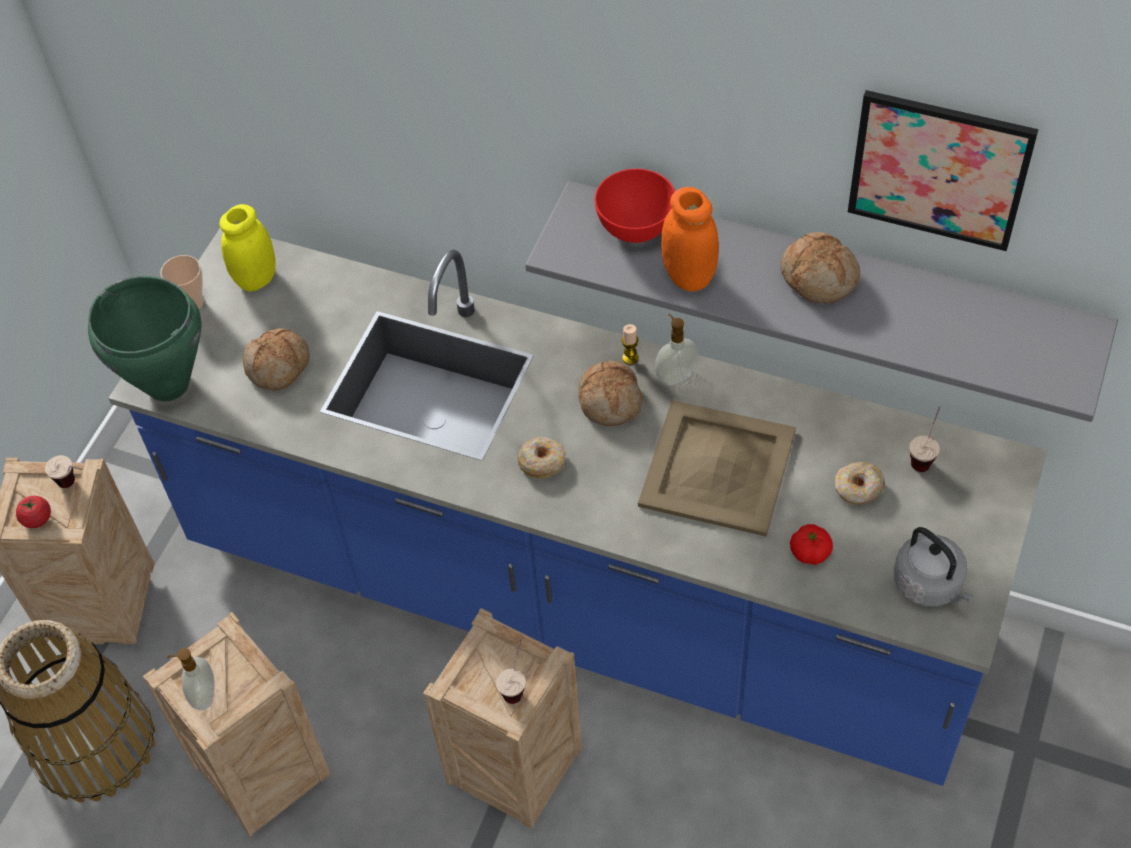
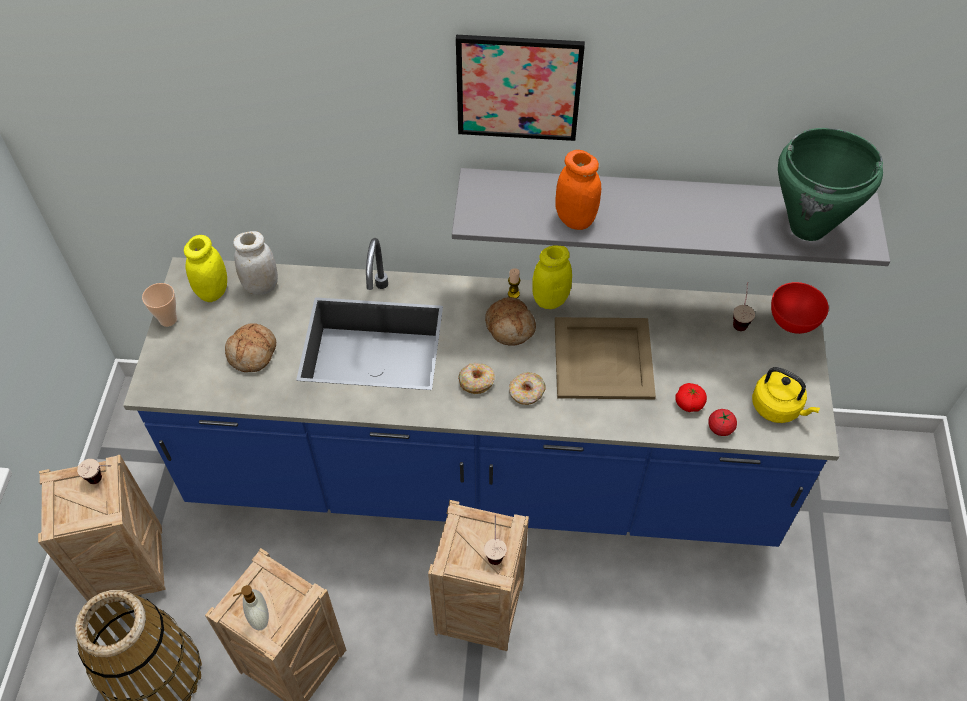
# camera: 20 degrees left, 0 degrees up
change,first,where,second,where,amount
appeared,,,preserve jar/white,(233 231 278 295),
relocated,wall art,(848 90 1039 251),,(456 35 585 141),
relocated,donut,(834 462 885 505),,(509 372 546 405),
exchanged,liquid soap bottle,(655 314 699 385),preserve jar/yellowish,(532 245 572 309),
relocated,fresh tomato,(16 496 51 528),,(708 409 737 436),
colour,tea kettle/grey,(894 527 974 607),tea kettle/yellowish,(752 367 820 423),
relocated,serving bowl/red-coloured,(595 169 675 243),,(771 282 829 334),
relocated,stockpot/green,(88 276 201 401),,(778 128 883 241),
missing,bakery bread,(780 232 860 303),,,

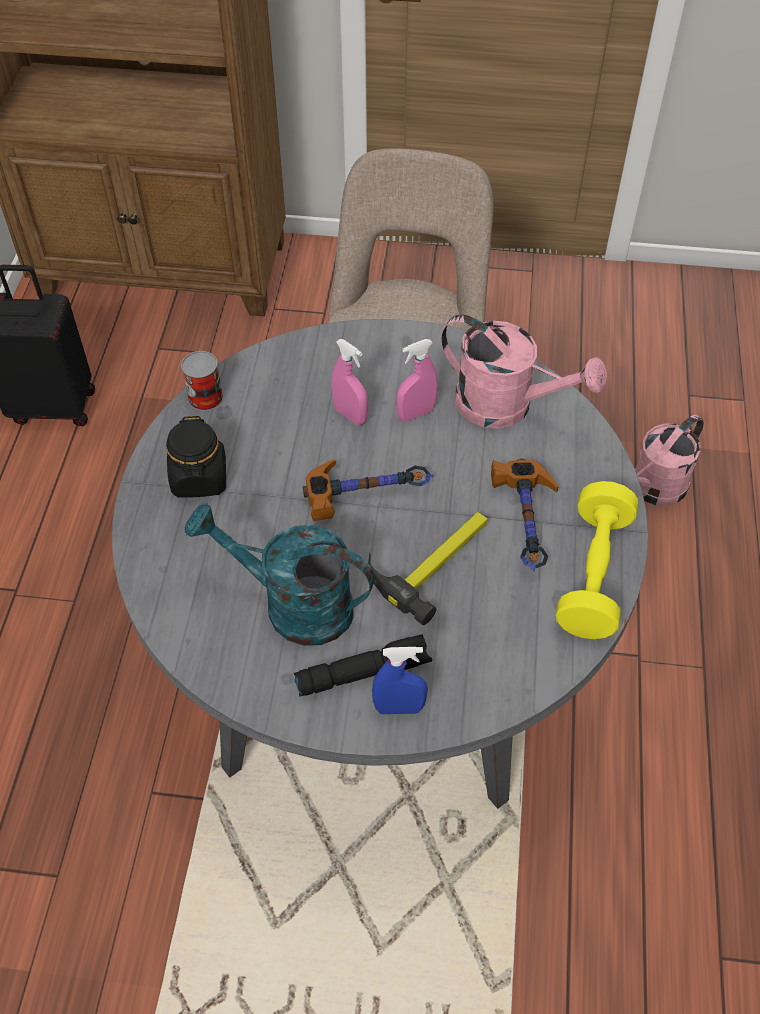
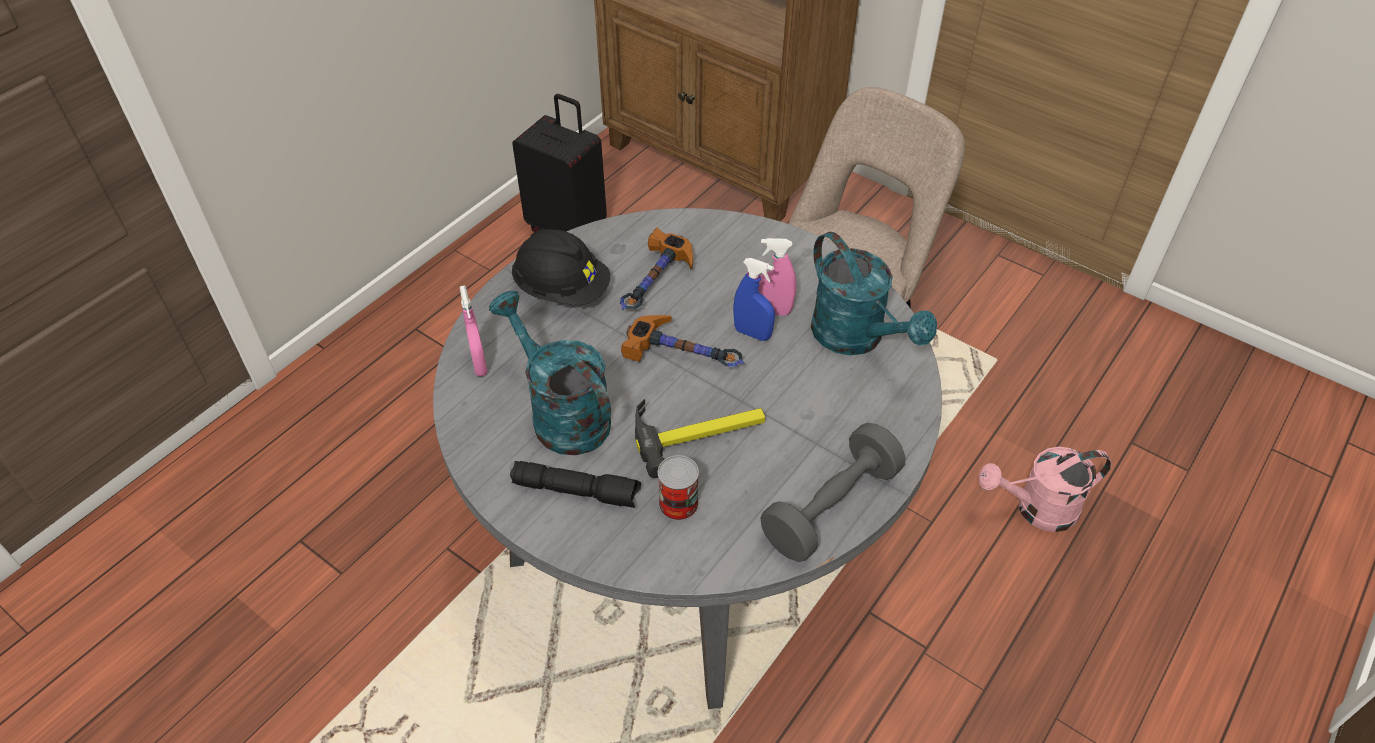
# camera: 30 degrees right, 5 degrees down
change,first,where,second,where,amount
relocated,spray bottle/pinkish,(332 339 368 425),,(460 285 488 376),
exchanged,preserve jar/black,(166 416 226 498),hard hat/black,(512 229 610 305),
relocated,hand hammer,(491 459 558 571),,(620 228 693 310),
relocated,can,(181 351 223 411),,(658 455 699 521),
relocated,spray bottle/blue,(372 647 428 714),,(733 258 775 341),
colour,hand weight/yellowish,(556 481 638 639),hand weight/grey,(760 423 905 562),
colour,watering can/pinkish,(441 315 607 429),watering can/turquoise-coloured,(811 232 937 355),

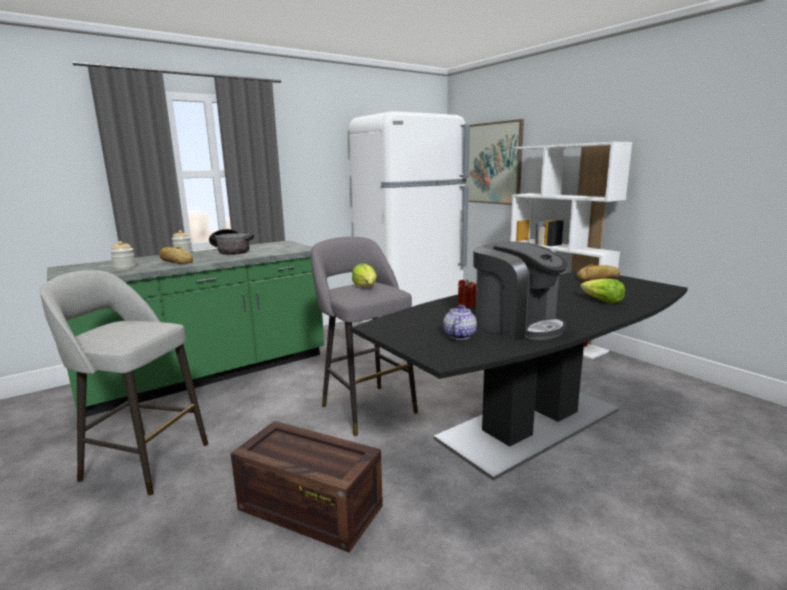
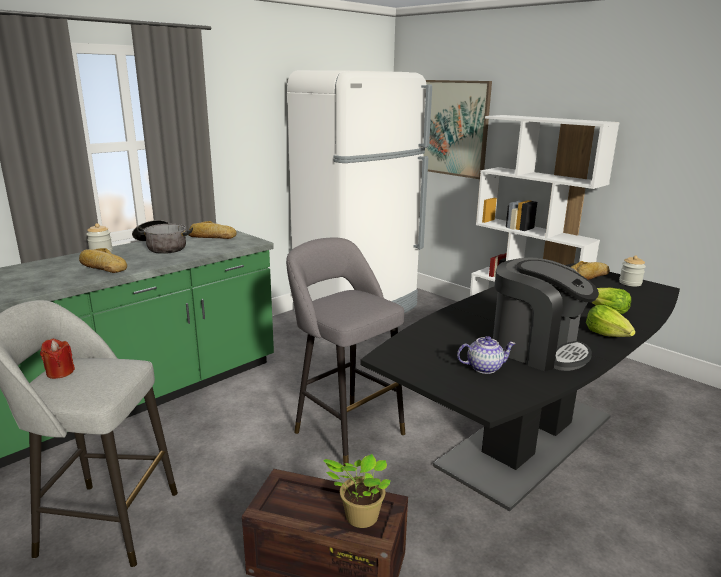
# camera: 10 degrees left, 5 degrees up
change,first,where,second,where,amount
relocated,candle/red-coloured,(458 279 476 307),,(40 339 75 379),
appeared,,,bakery bread,(189 221 237 239),
appeared,,,plant in a pot,(323 454 391 528),
spun,teapot,(443 305 477 340),,(457 336 516 374),75 degrees clockwise
relocated,lettuce,(352 263 377 287),,(586 305 636 337),
relocated,preserve jar,(110 241 136 270),,(619 256 646 287),

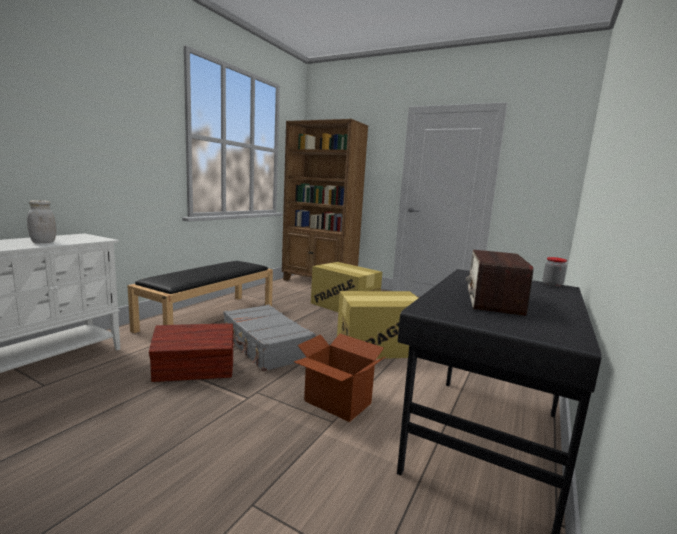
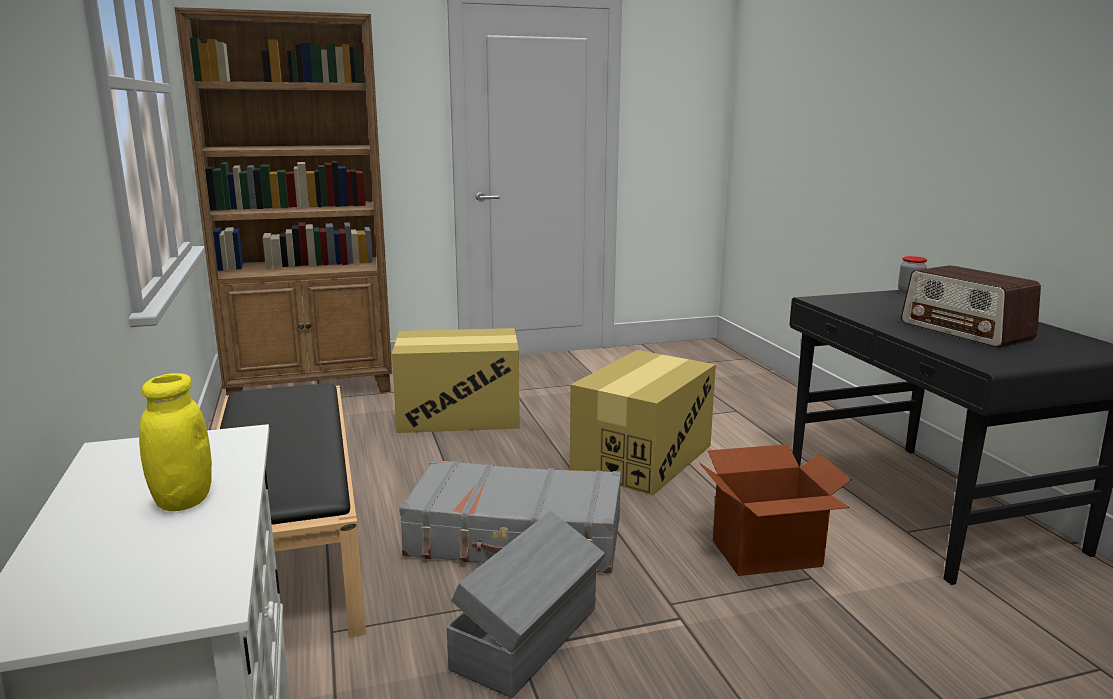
# camera: 45 degrees left, 5 degrees up
change,first,where,second,where,amount
colour,preserve jar/white,(27 200 57 243),preserve jar/yellowish,(139 373 212 511),
colour,storage container/brown-coloured,(149 323 233 382),storage container/grey,(447 511 605 698),

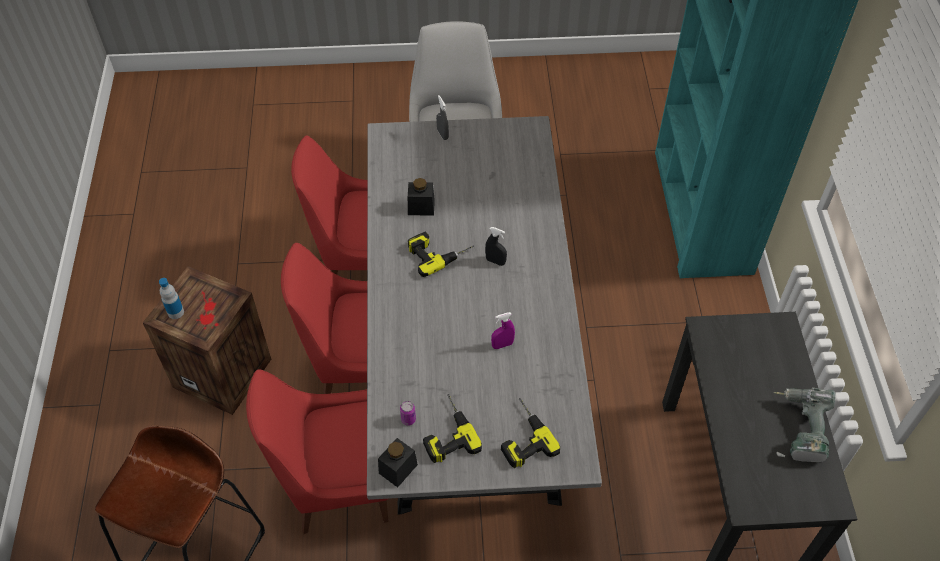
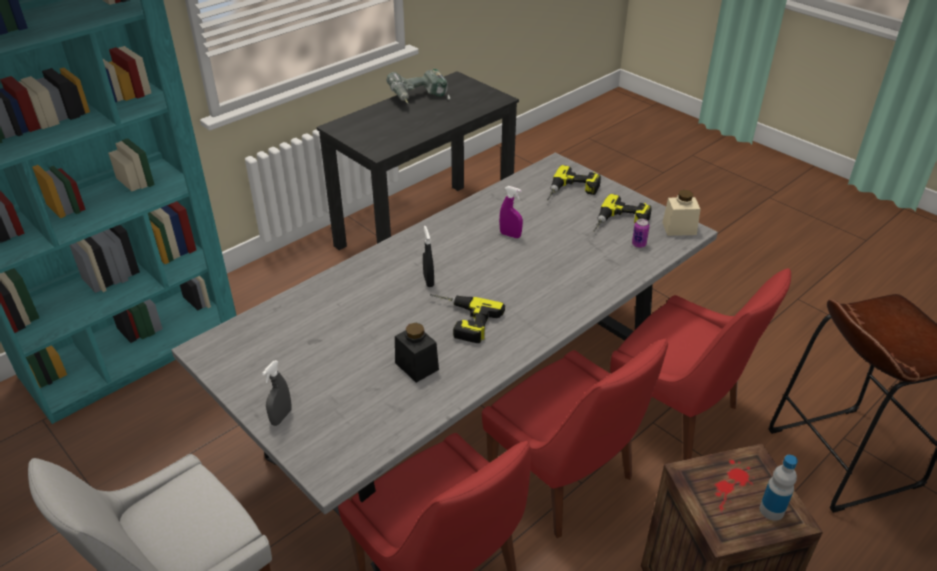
# camera: 130 degrees left, 15 degrees down
change,first,where,second,where,amount
colour,preserve jar/black,(378 438 418 487),preserve jar/sand-coloured,(662 190 701 236),

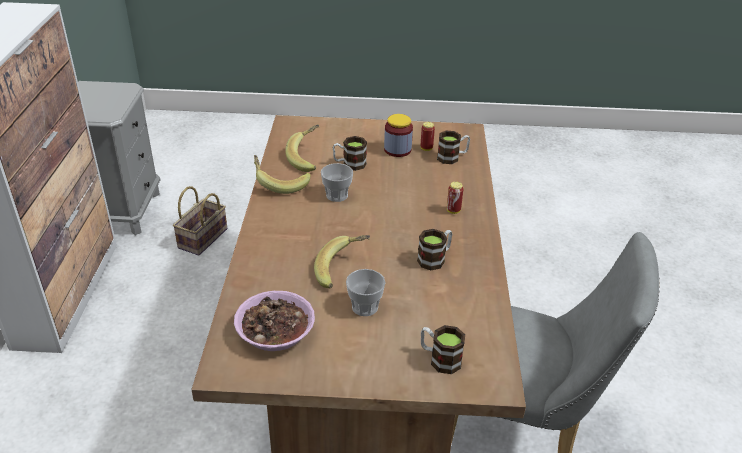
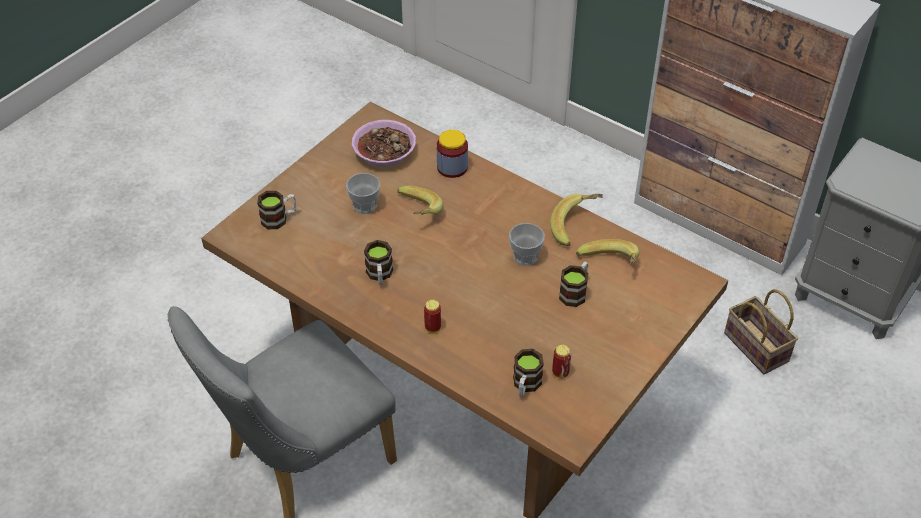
# camera: 125 degrees right, 10 degrees up
change,first,where,second,where,amount
relocated,preserve jar,(384 114 413 157),,(437 130 468 178),

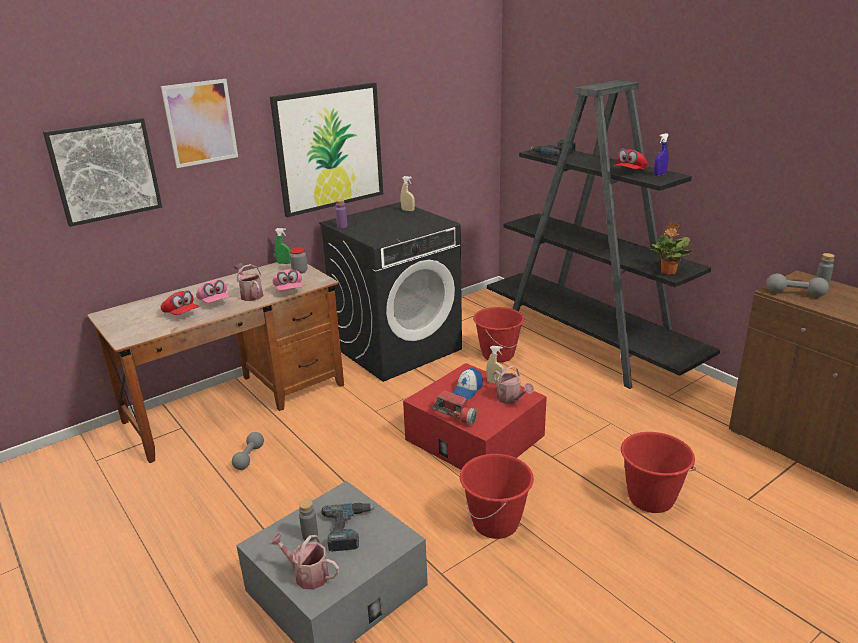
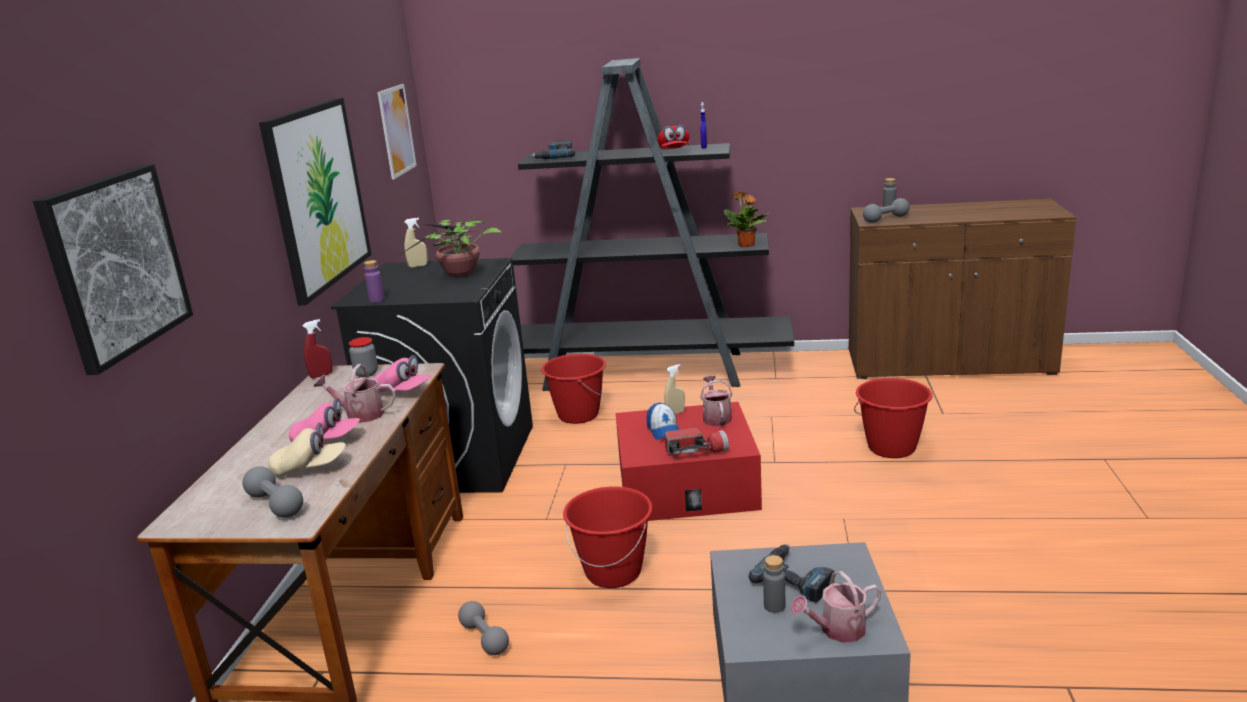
# camera: 45 degrees left, 5 degrees down
change,first,where,second,where,amount
appeared,,,hand weight/grey,(242 466 303 518),
colour,cap/red-coloured,(161 290 199 315),cap/sand-coloured,(268 423 346 477),
colour,spray bottle/green,(275 228 291 264),spray bottle/red-coloured,(303 319 333 379),
relocated,wall art,(161 79 238 168),,(377 84 417 180),
appeared,,,plant in a pot,(393 220 501 278),
relocated,pail/red-coloured,(460 454 534 539),,(563 486 653 588),
spun,watering can,(493 366 534 404),,(700 376 733 426),105 degrees counterclockwise

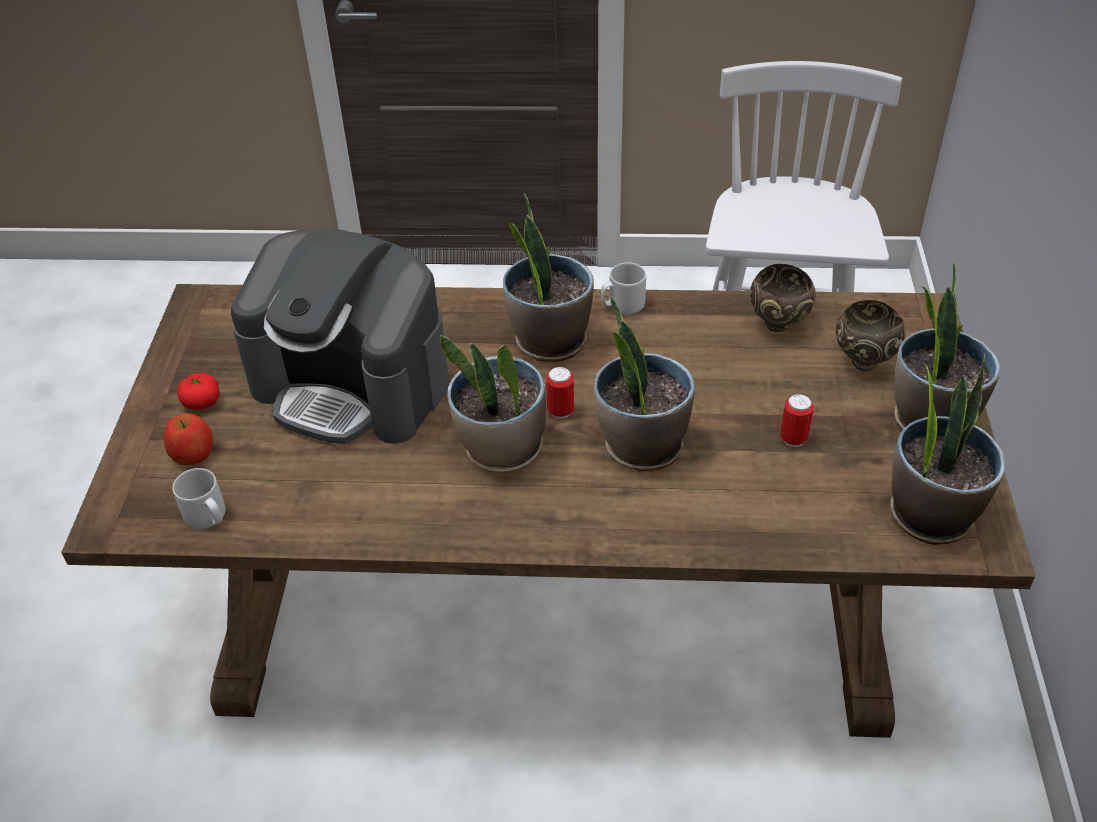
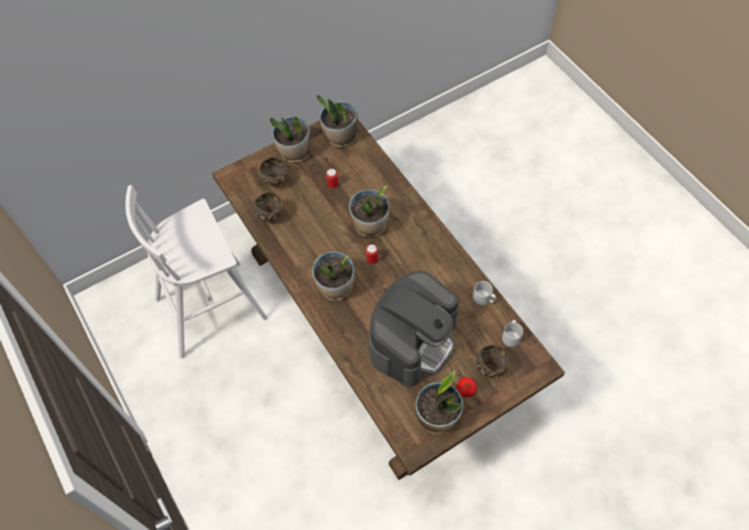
# camera: 125 degrees left, 15 degrees up
change,first,where,second,where,amount
spun,coffee machine,(231 229 449 444),,(369 271 459 387),45 degrees clockwise
relocated,plant in a pot,(440 335 546 473),,(415 370 463 434),
relocated,tea mug/grey,(601 262 646 315),,(473 281 496 305),
exchanged,apple fruit,(163 413 213 465),serving bowl/brown-coloured,(476 345 510 378),

